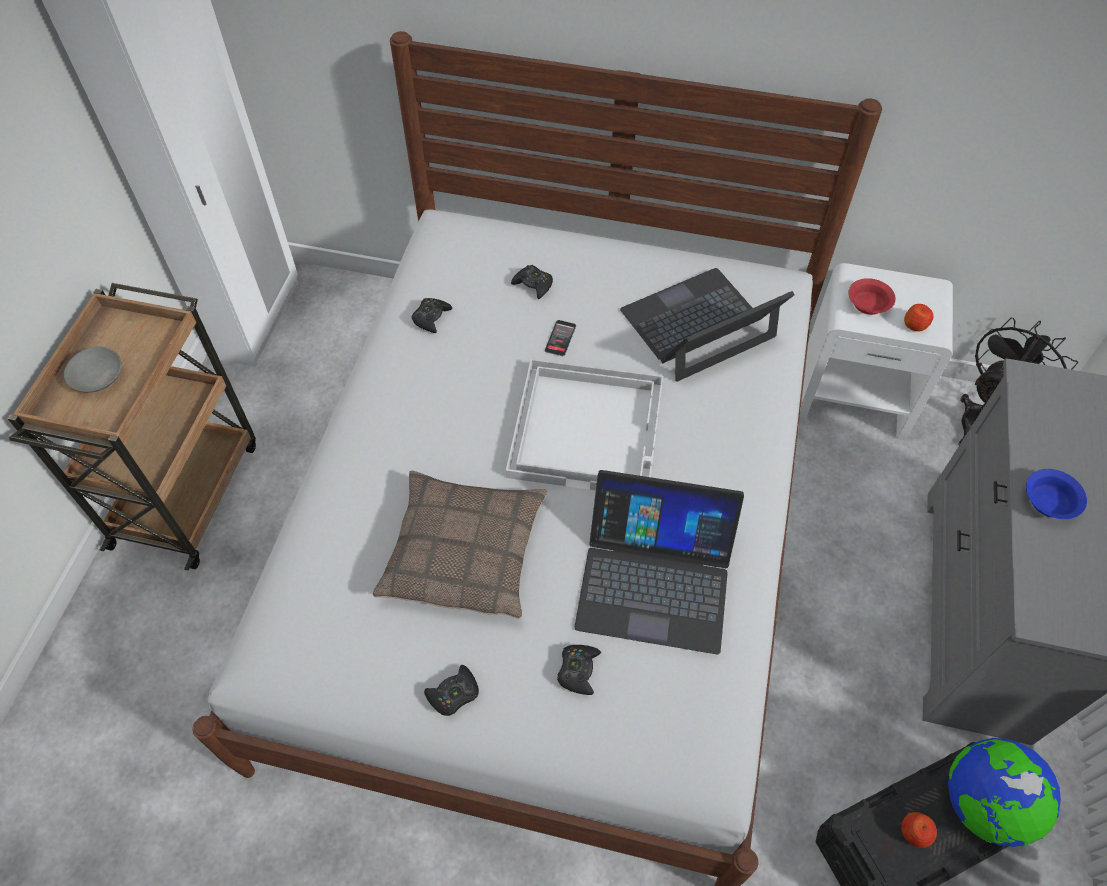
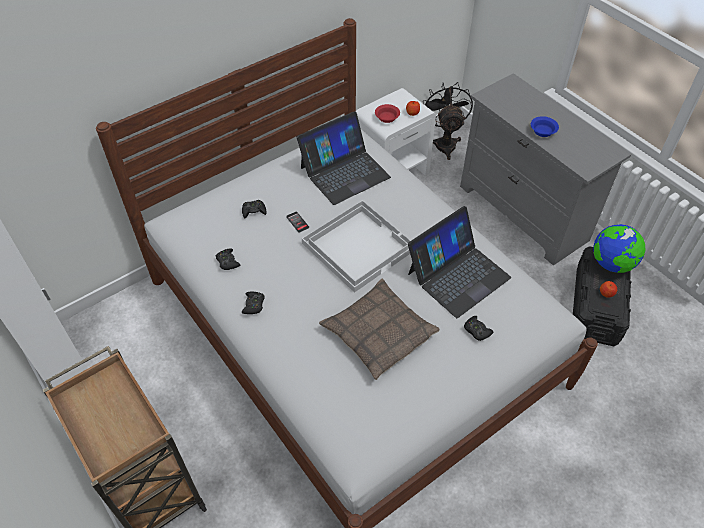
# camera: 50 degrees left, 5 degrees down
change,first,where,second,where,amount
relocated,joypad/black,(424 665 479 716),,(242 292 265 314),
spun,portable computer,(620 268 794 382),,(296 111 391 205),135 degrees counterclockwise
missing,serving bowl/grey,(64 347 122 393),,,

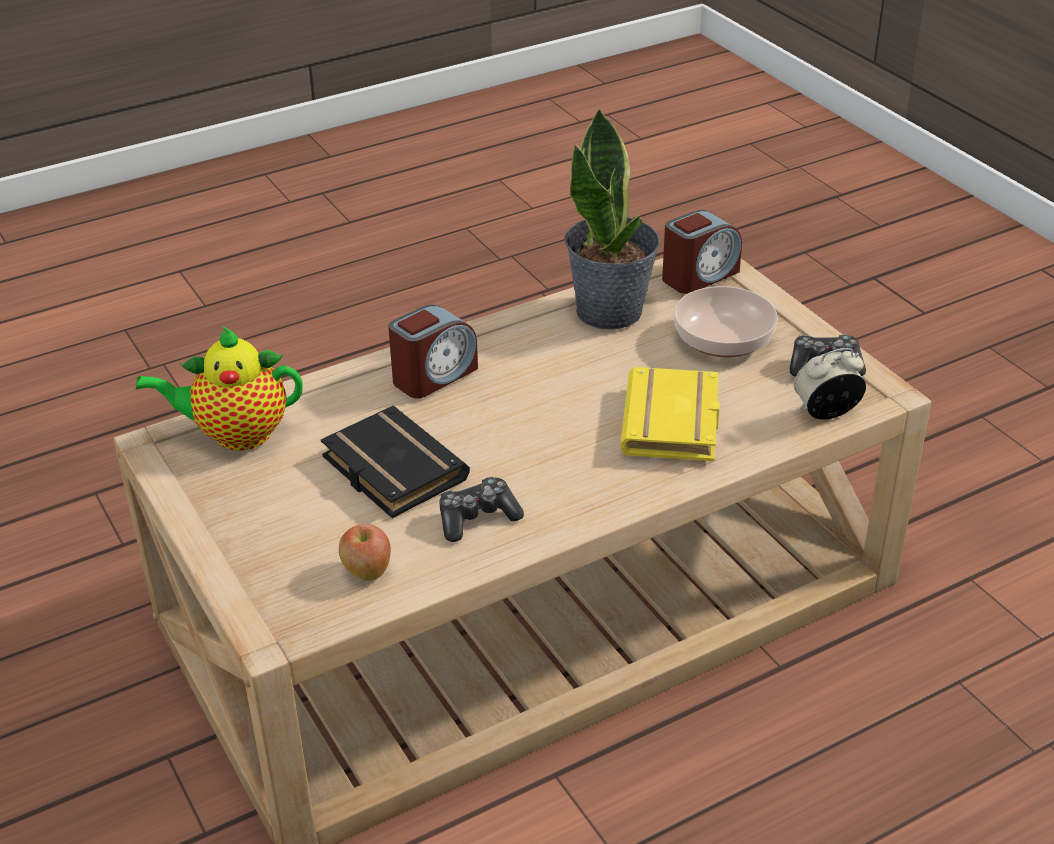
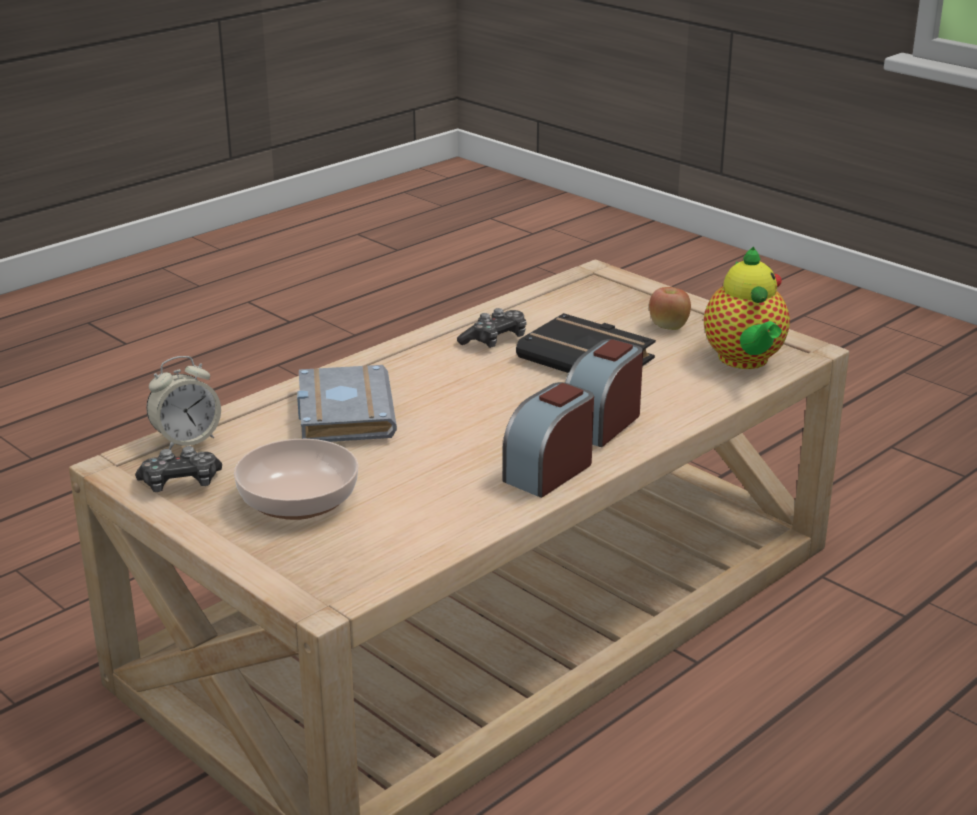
# camera: 165 degrees right, 10 degrees down
change,first,where,second,where,amount
colour,bound book/yellowish,(620 367 720 461),bound book/grey,(297 365 397 442),
relocated,bedside clock,(662 210 742 294),,(503 382 594 498),
relocated,apple fruit,(339 524 391 581),,(649 287 691 330),
spun,teapot,(136 326 303 450),,(704 246 790 369),105 degrees clockwise
missing,plant in a pot,(564 107 660 329),,,

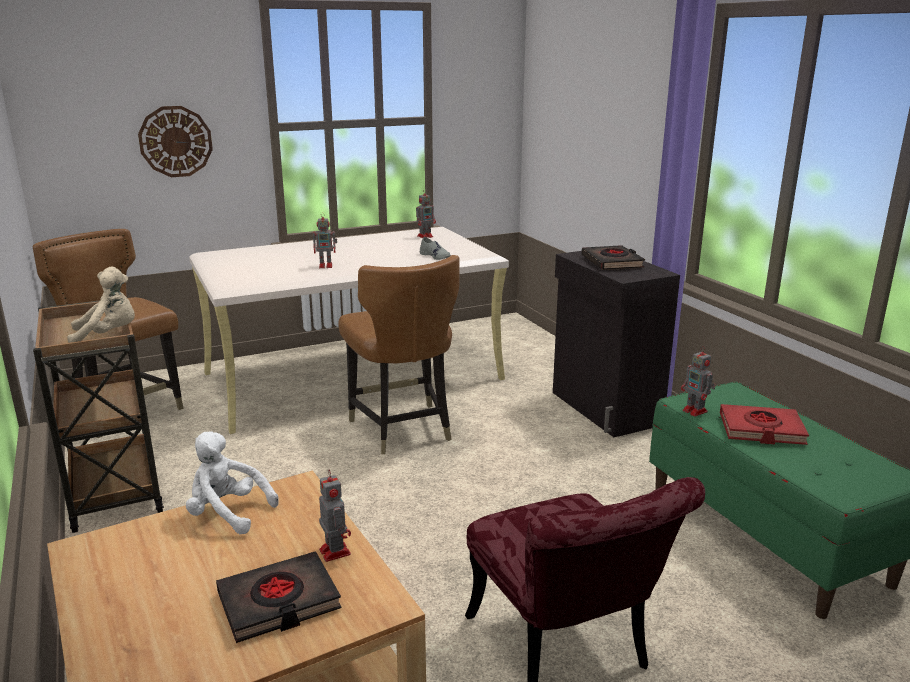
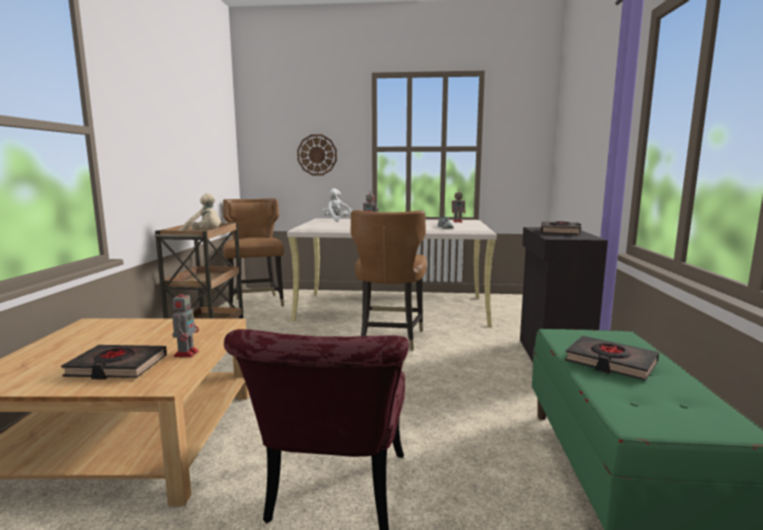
# camera: 30 degrees right, 10 degrees down
change,first,where,second,where,amount
relocated,cuddly toy/white,(186 431 279 534),,(322 188 352 222),
colour,bound book/red-coloured,(720 404 809 445),bound book/black,(565 336 659 380),
missing,toy robot,(681 347 715 417),,,

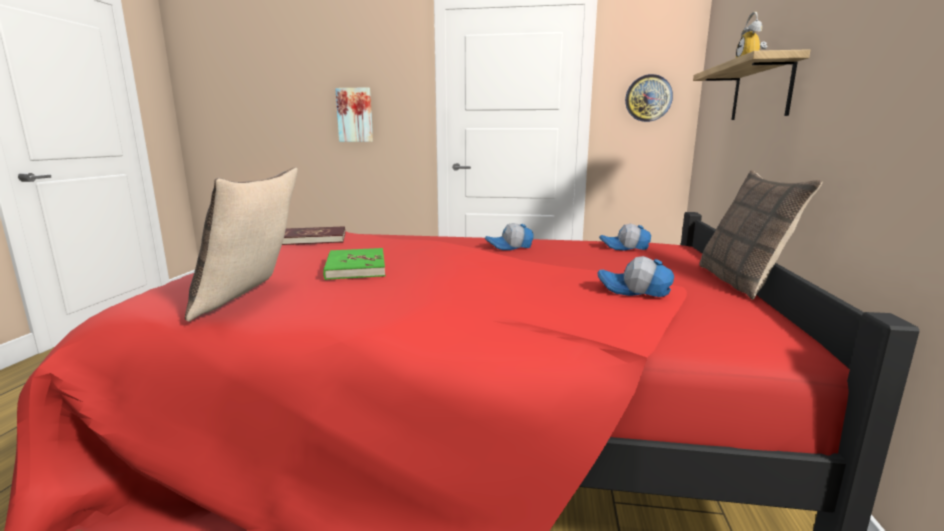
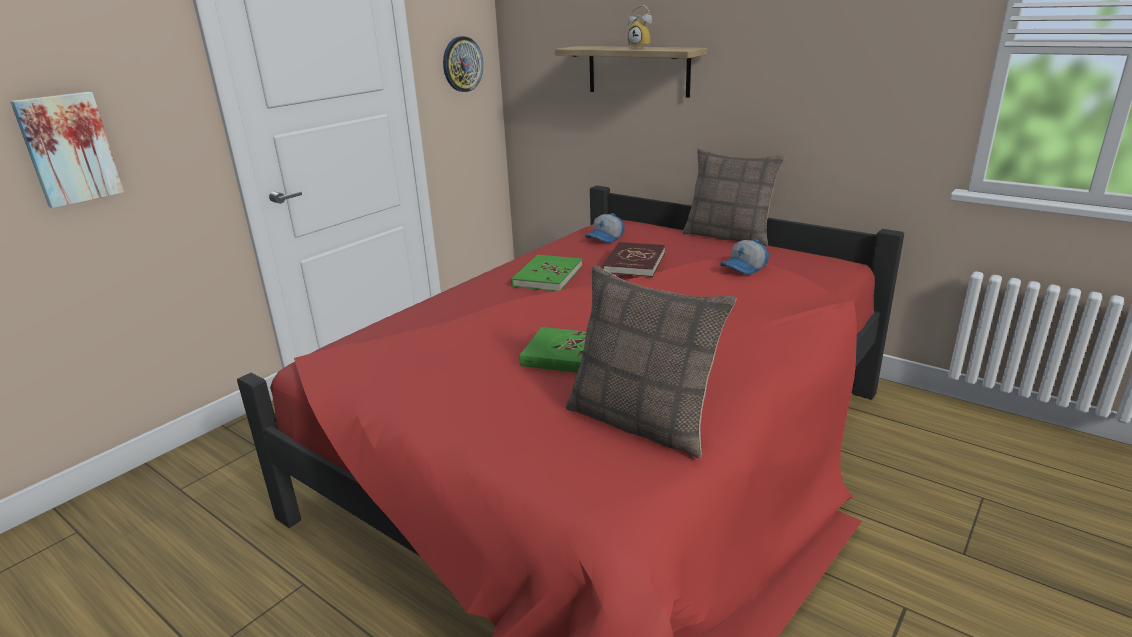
# camera: 60 degrees left, 10 degrees up
change,first,where,second,where,amount
exchanged,cap,(485 223 533 250),bound book/green,(511 255 582 291),
relocated,bound book/red-coloured,(282 226 345 245),,(602 242 665 277),

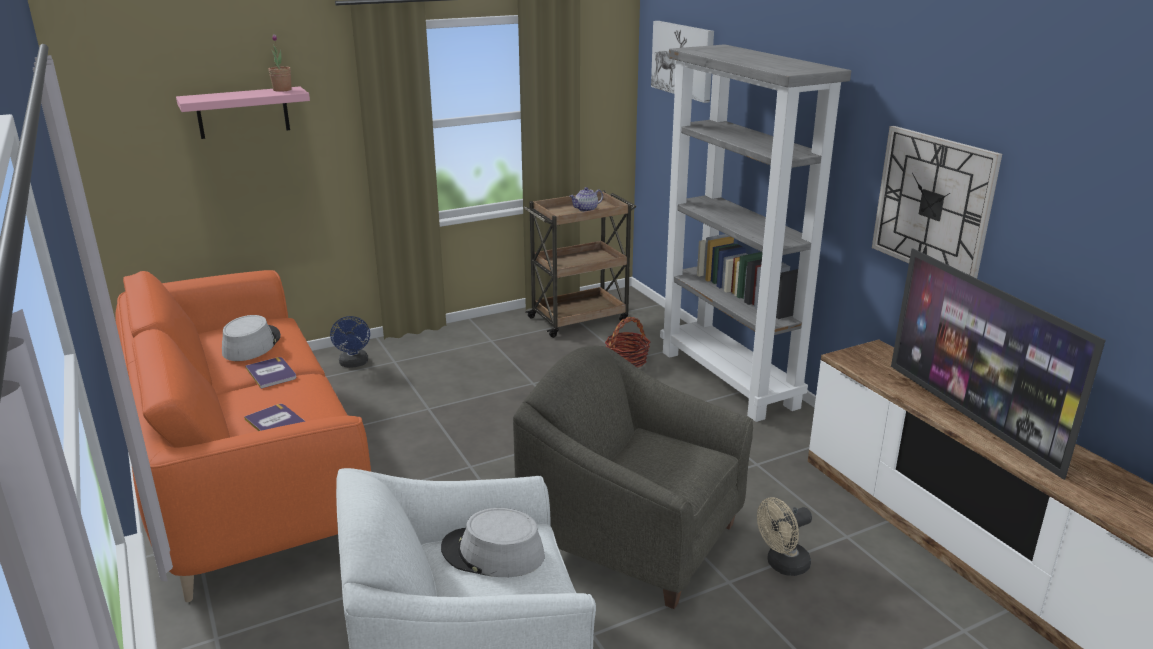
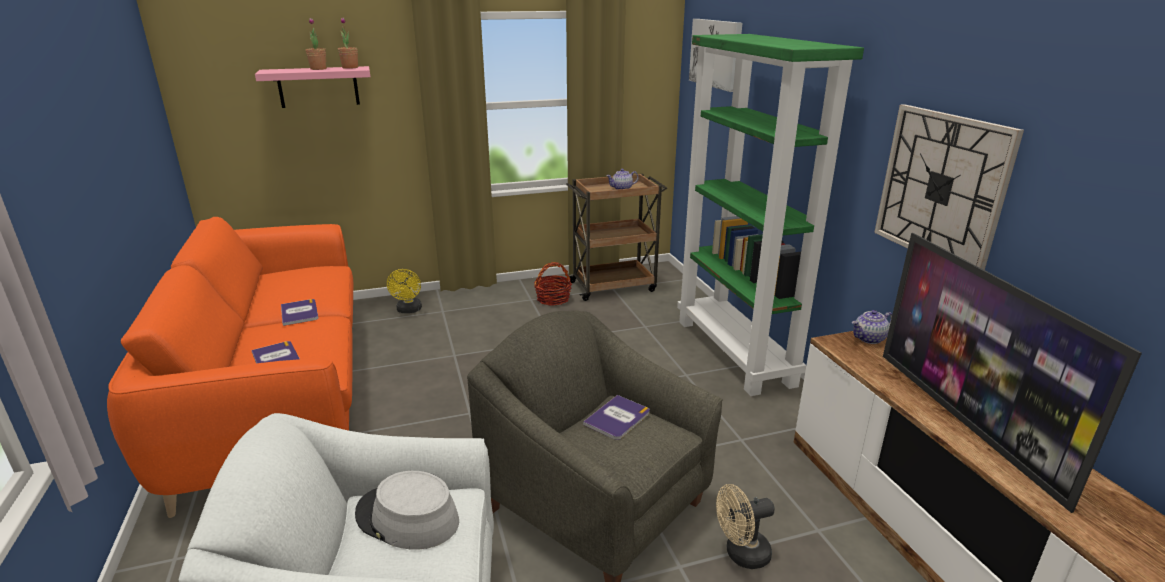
# camera: 10 degrees right, 0 degrees up
change,first,where,second,where,amount
appeared,,,plant in a pot,(305 18 327 70),
colour,cooling fan/blue,(330 316 370 368),cooling fan/yellowish,(387 269 422 313),
relocated,household basket,(605 317 650 368),,(534 262 572 306),
appeared,,,bound book,(583 395 650 440),
colour,bookcase/grey,(660 44 851 422),bookcase/green,(677 34 864 396),
appeared,,,teapot,(851 310 892 344),
missing,wearable hat/grey,(222 315 281 361),,,

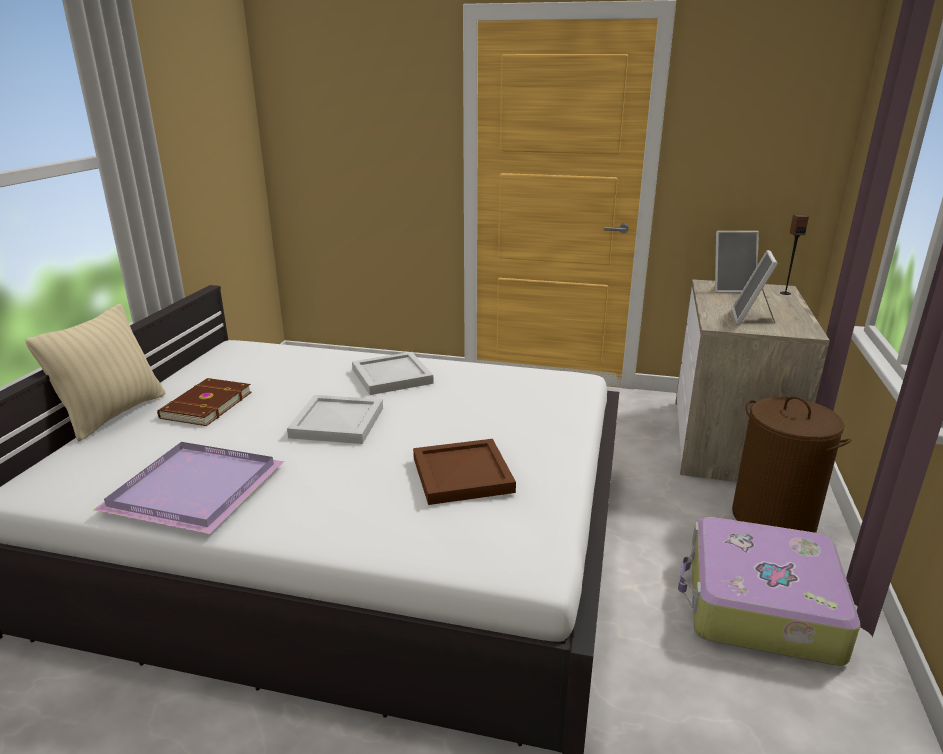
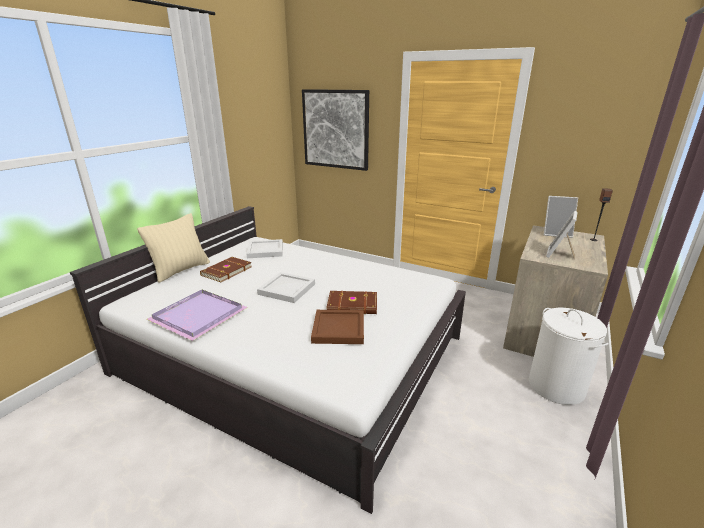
# camera: 15 degrees right, 0 degrees up
change,first,where,second,where,amount
relocated,serving tray/white,(352 352 434 395),,(246 239 283 258),
appeared,,,wall art,(302 89 369 171),
appeared,,,bound book/brown-coloured,(326 291 377 314),
colour,laundry basket/brown-coloured,(732 396 851 533),laundry basket/white,(529 308 609 405),
missing,piece of luggage,(678 517 860 666),,,

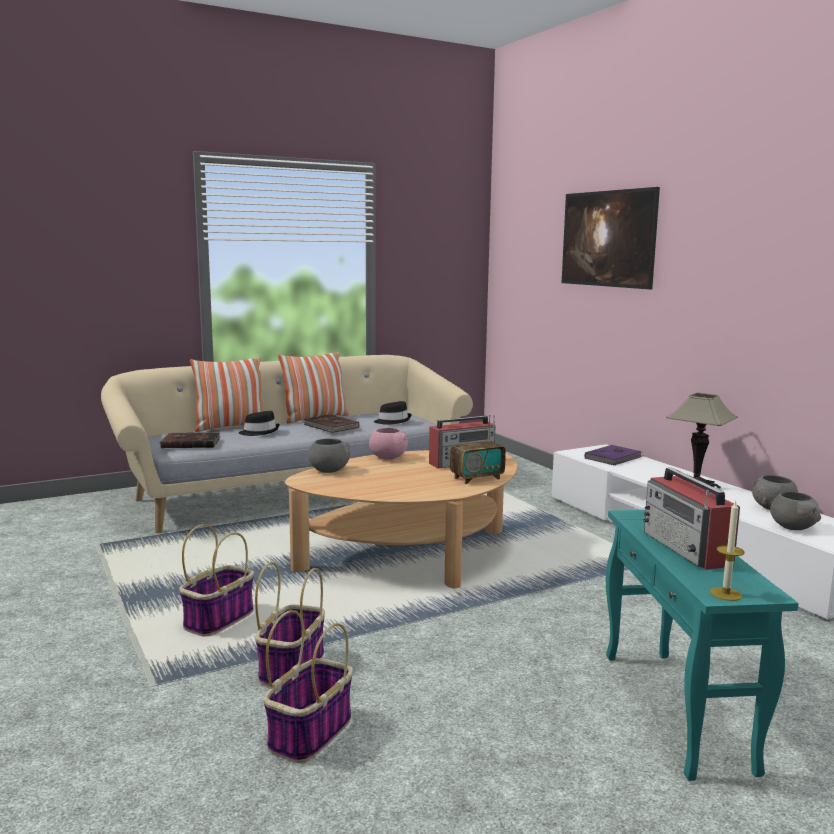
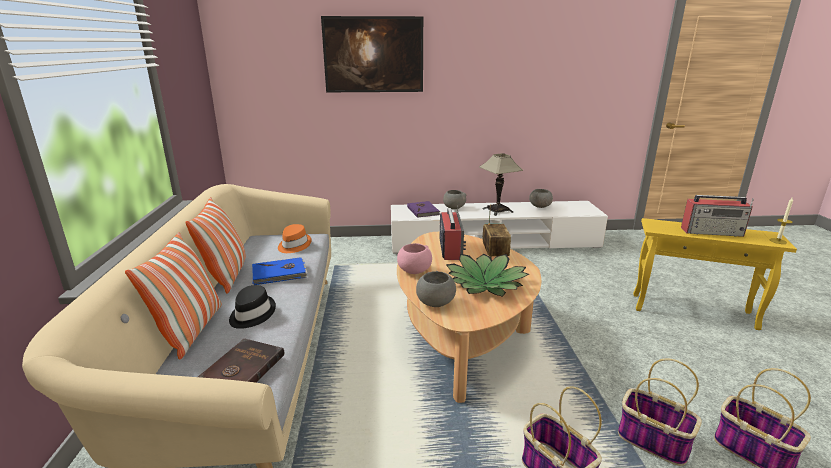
# camera: 65 degrees left, 10 degrees up
change,first,where,second,where,amount
colour,bound book/brown-coloured,(304 414 359 433),bound book/blue,(252 257 307 285),
colour,wearable hat/black,(374 401 412 425),wearable hat/orange-coloured,(278 224 311 253),
relocated,serving bowl/grey,(770 492 821 530),,(443 190 466 209),
appeared,,,plant in a pot,(446 254 529 297),
colour,side table/turquoise-coloured,(606 510 799 781),side table/yellowish,(633 218 797 330),

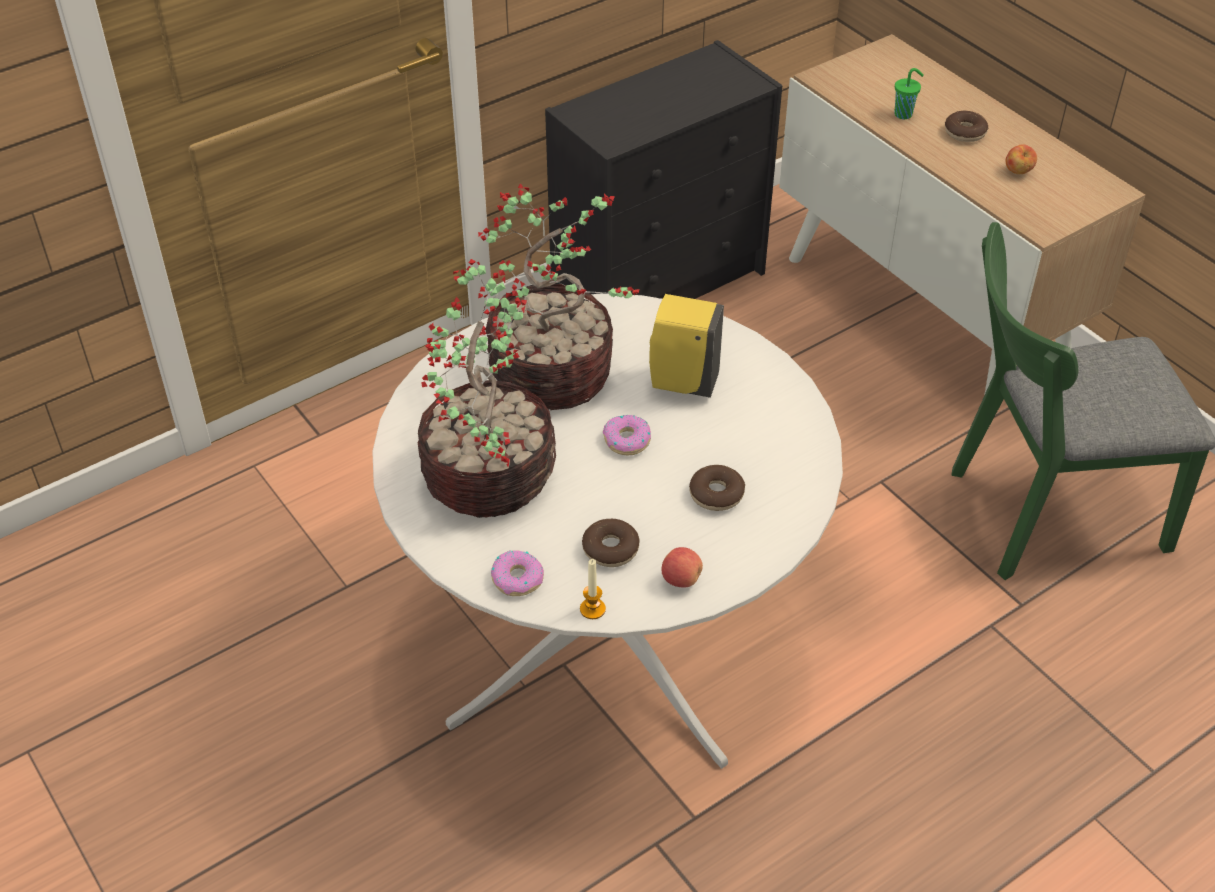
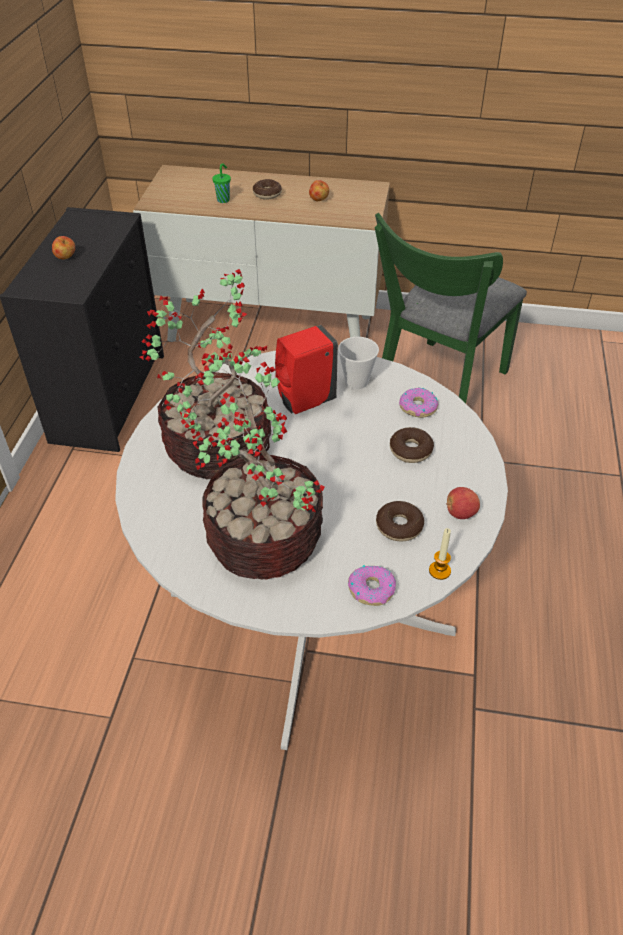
# camera: 45 degrees left, 0 degrees up
change,first,where,second,where,amount
appeared,,,apple fruit,(52 236 75 259),
colour,liquid soap bottle/yellowish,(649 294 724 398),liquid soap bottle/red-coloured,(275 325 338 414),
appeared,,,drinking cup,(338 337 379 389),
relocated,donut,(603 415 651 455),,(399 387 438 418),

